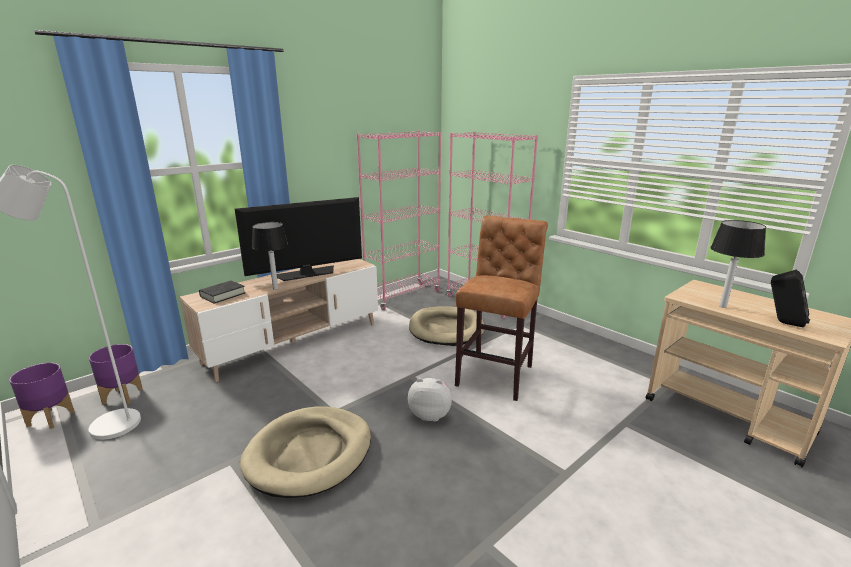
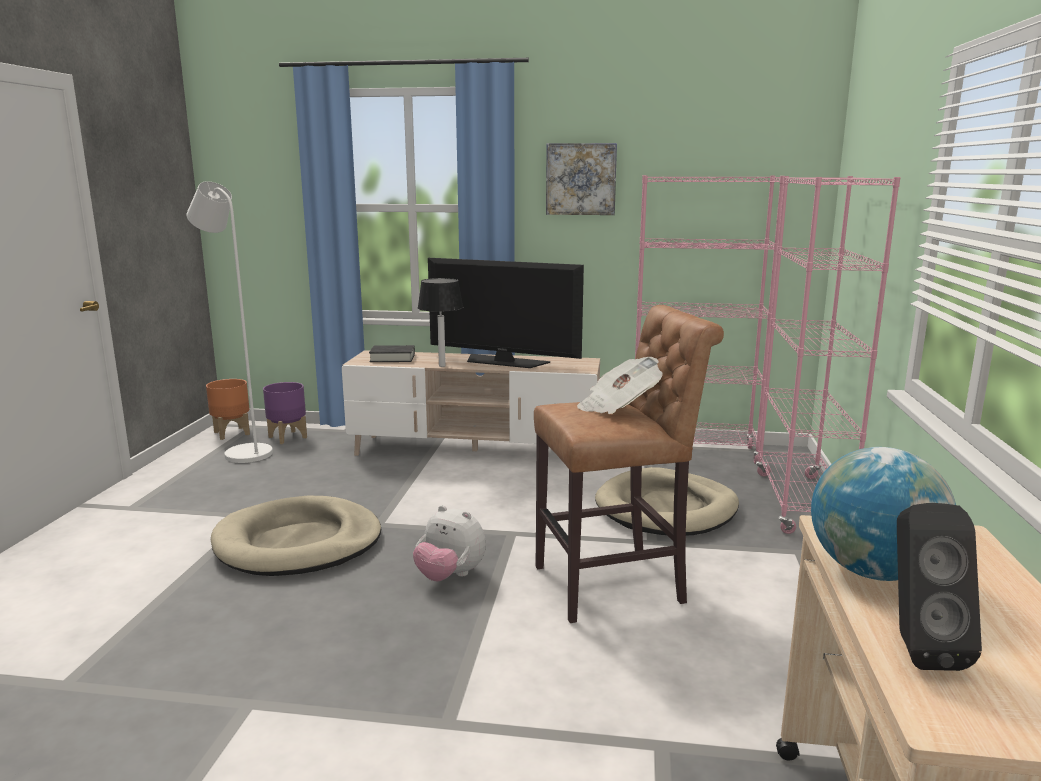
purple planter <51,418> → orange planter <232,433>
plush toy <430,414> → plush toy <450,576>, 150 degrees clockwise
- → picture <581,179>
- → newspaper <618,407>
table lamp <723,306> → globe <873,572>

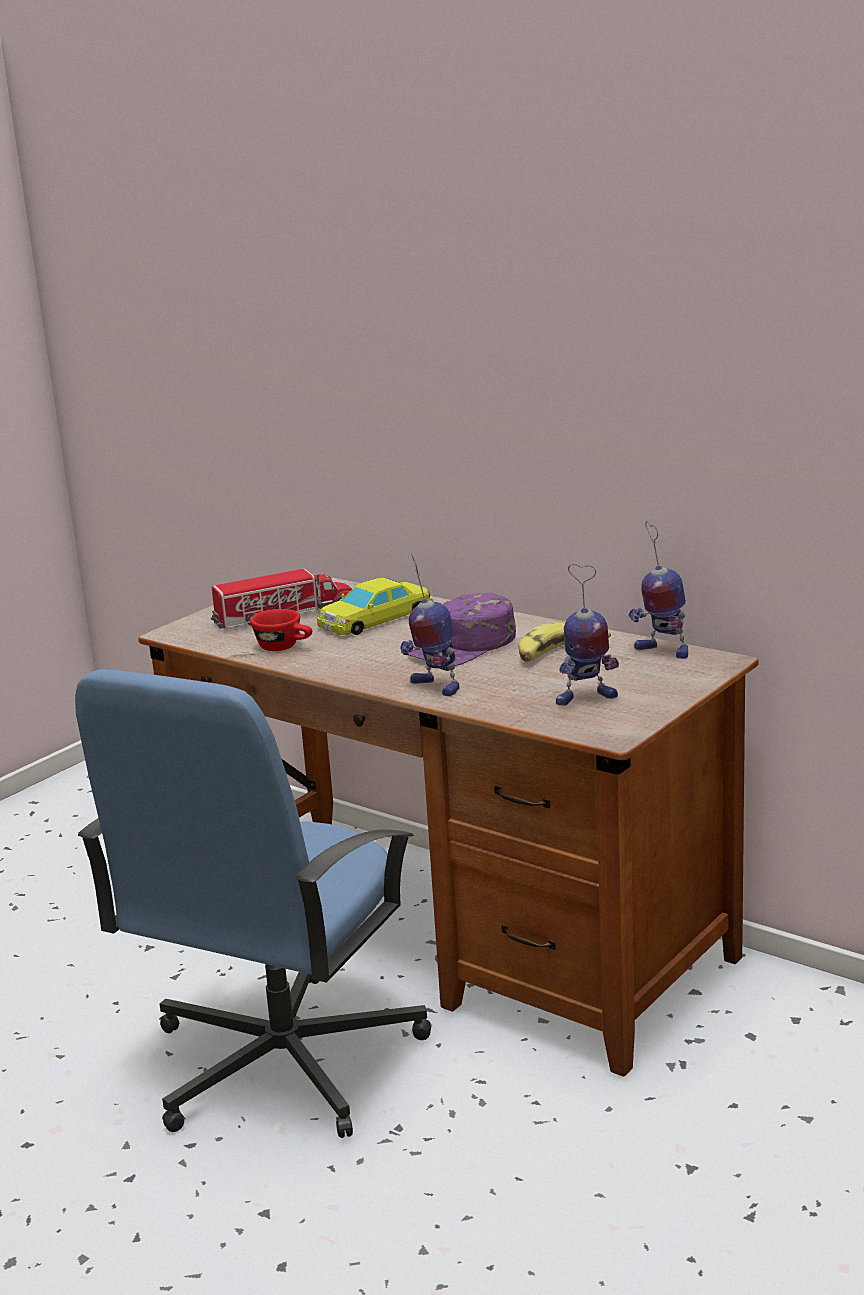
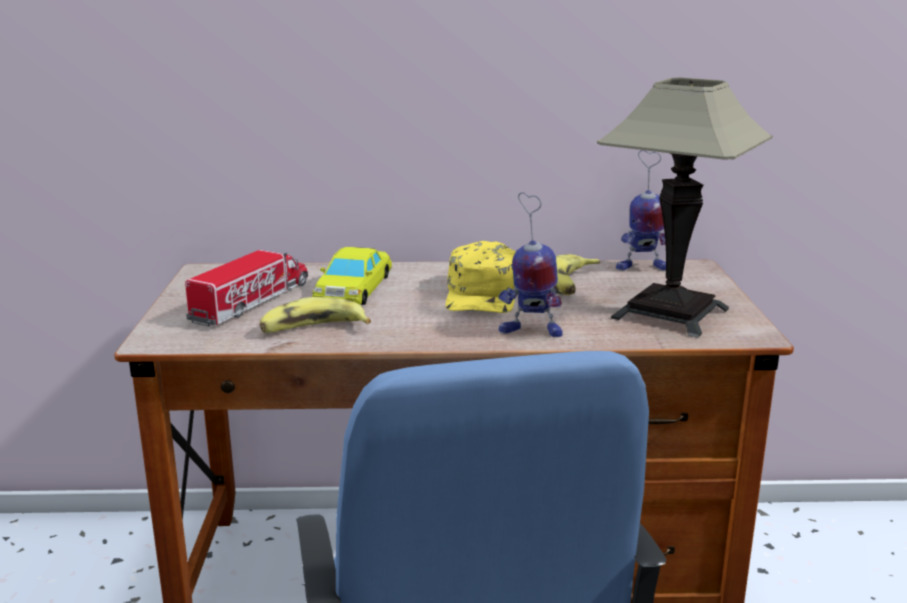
red cup <285,647> → banana <313,329>
purple cap <464,646> → yellow cap <483,294>
toy robot <585,699> → table lamp <670,313>

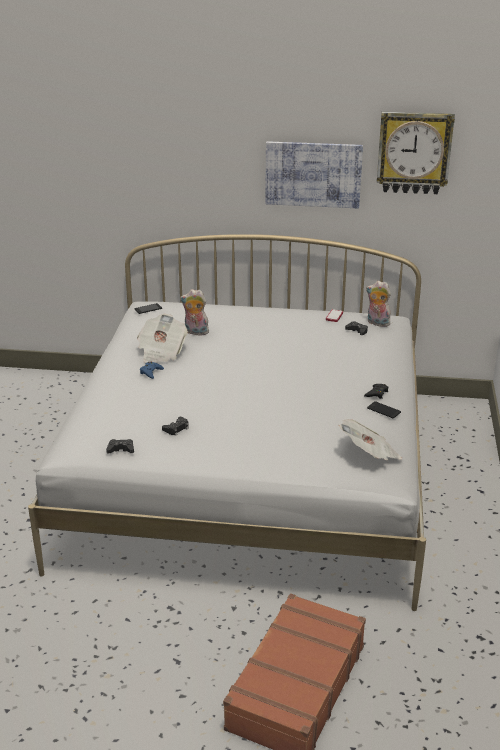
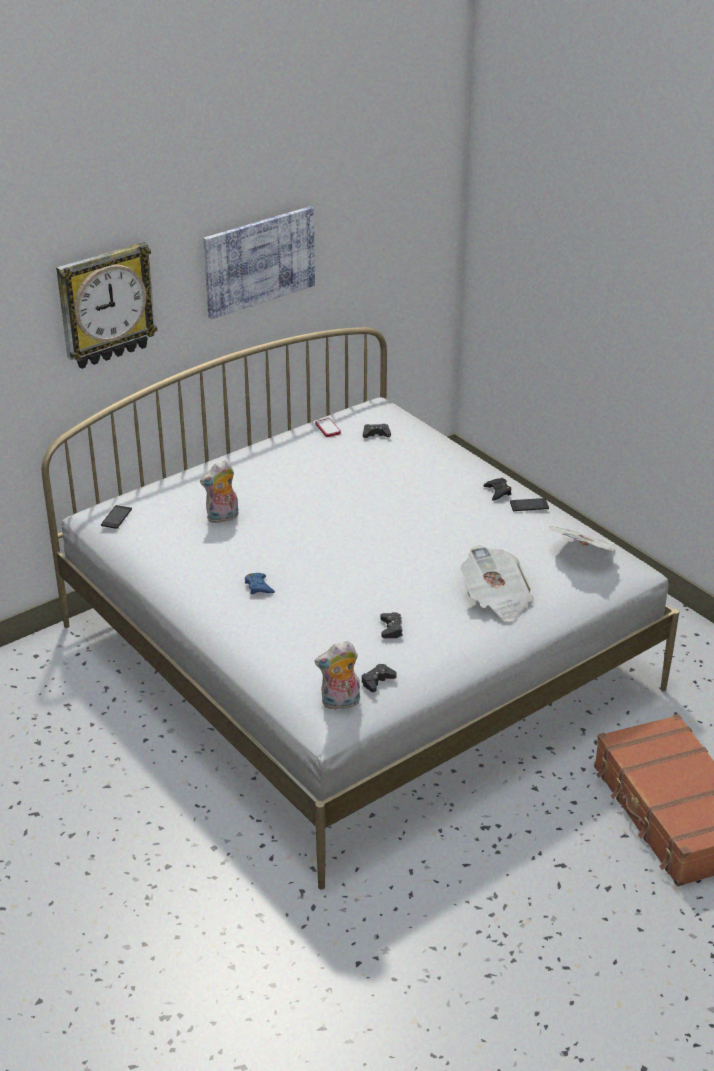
wall clock <414,152> → wall clock <105,305>, moved
plush toy <377,323> → plush toy <340,703>, moved
newspaper <161,352> → newspaper <496,599>, moved

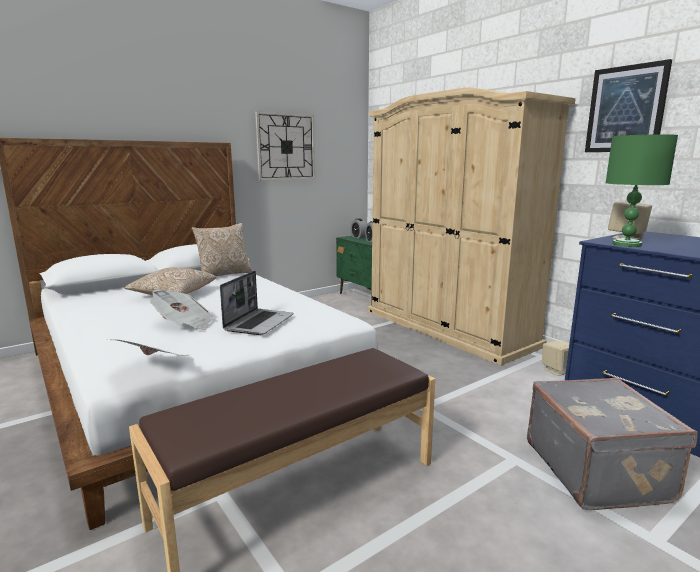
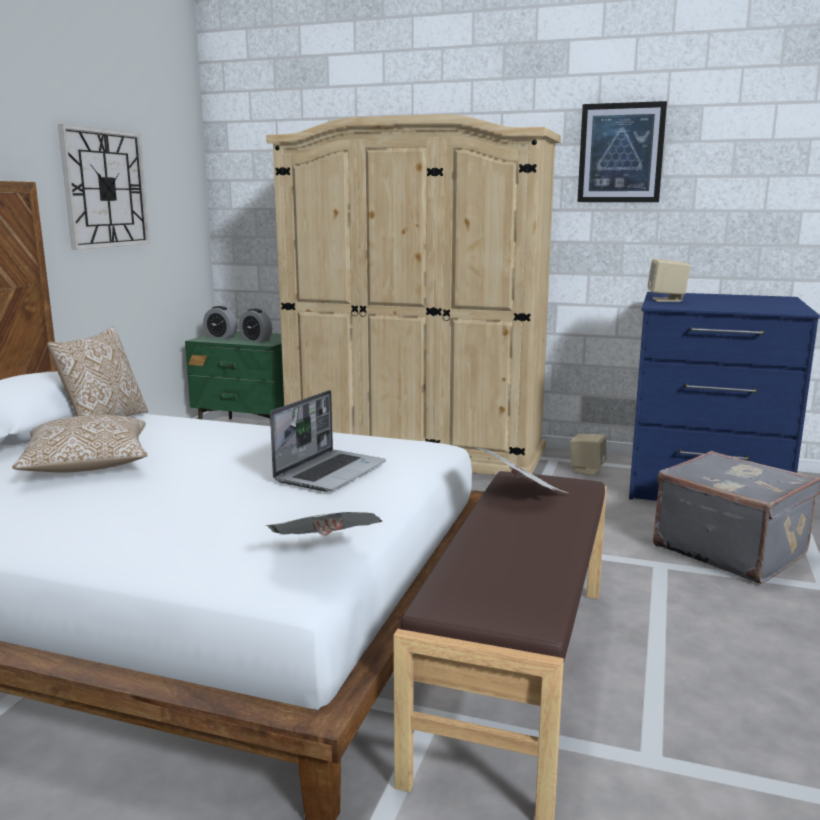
laptop <259,323> → laptop <330,472>, 45 degrees clockwise
newspaper <184,324> → newspaper <521,494>, moved
green table lamp <627,244> → -

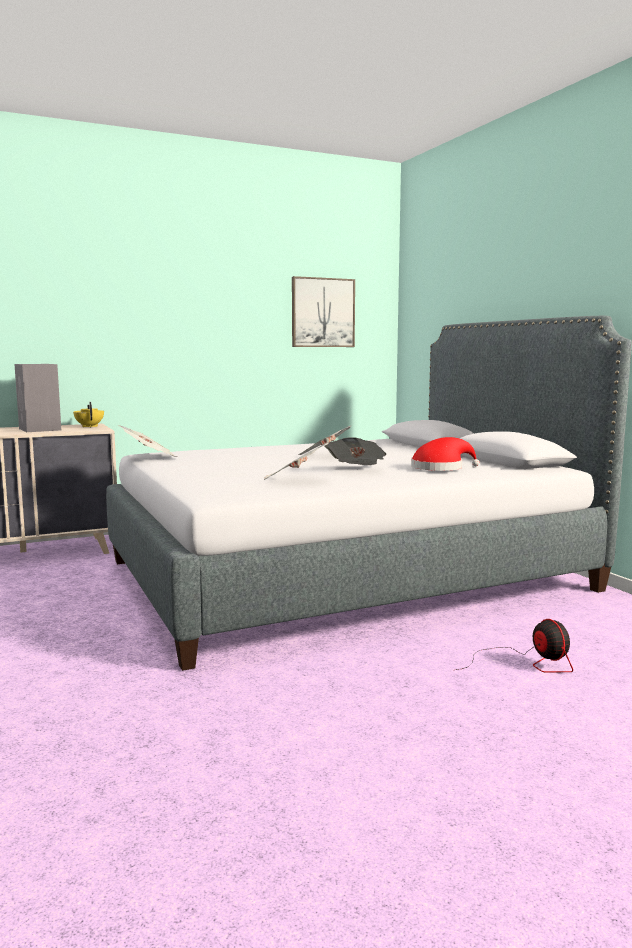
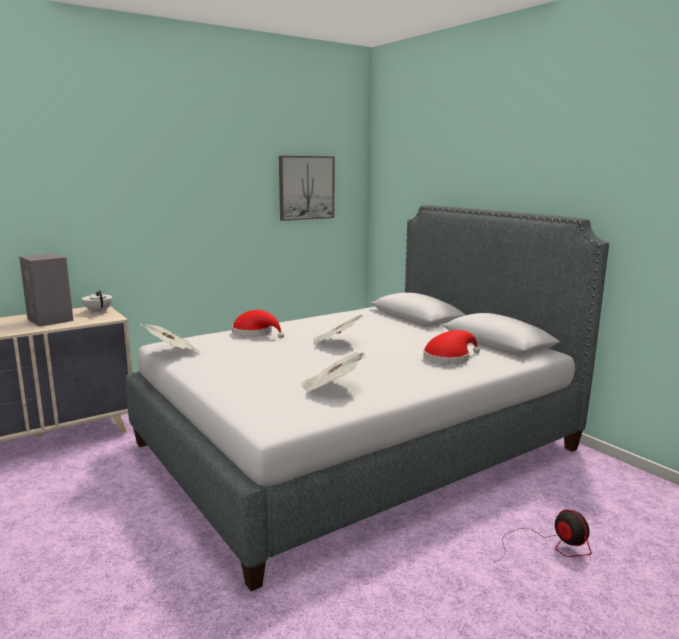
yellow teapot <89,426> → white teapot <98,312>
- → red hat <255,333>
newspaper <356,469> → -

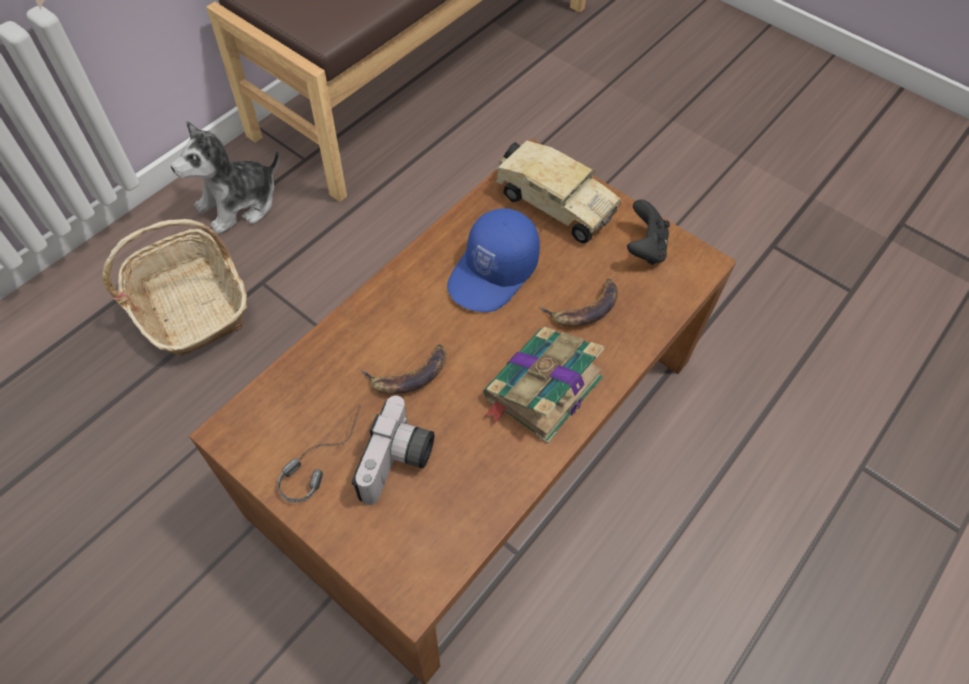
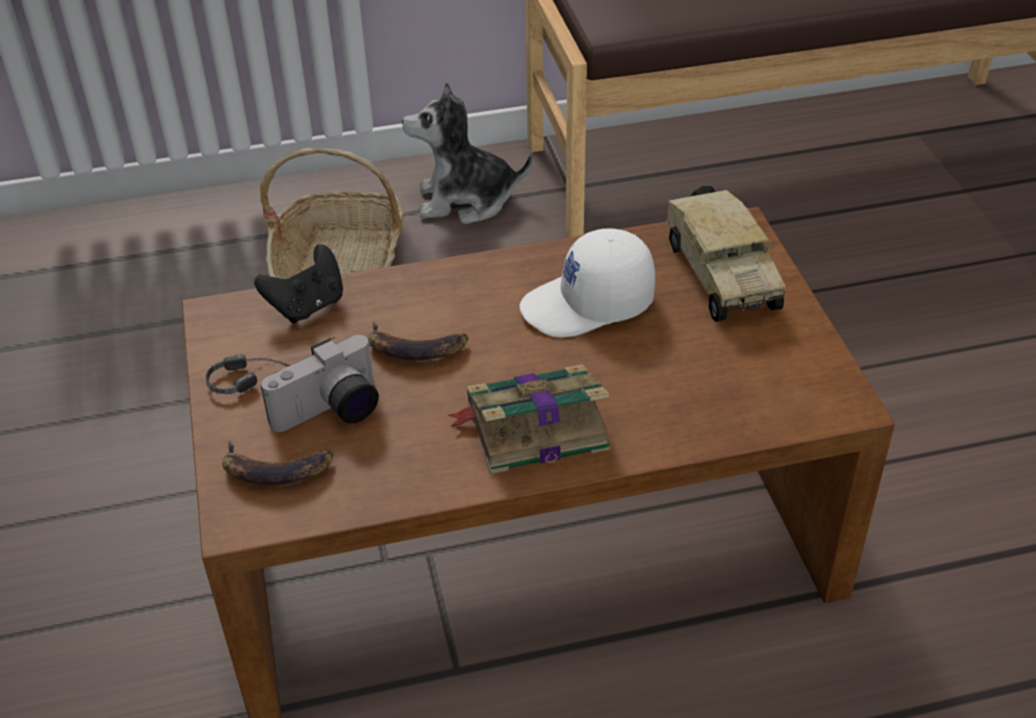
banana <584,307> → banana <276,469>, moved
black game controller <644,248> → black game controller <307,306>, moved
blue cap <494,273> → white cap <588,305>

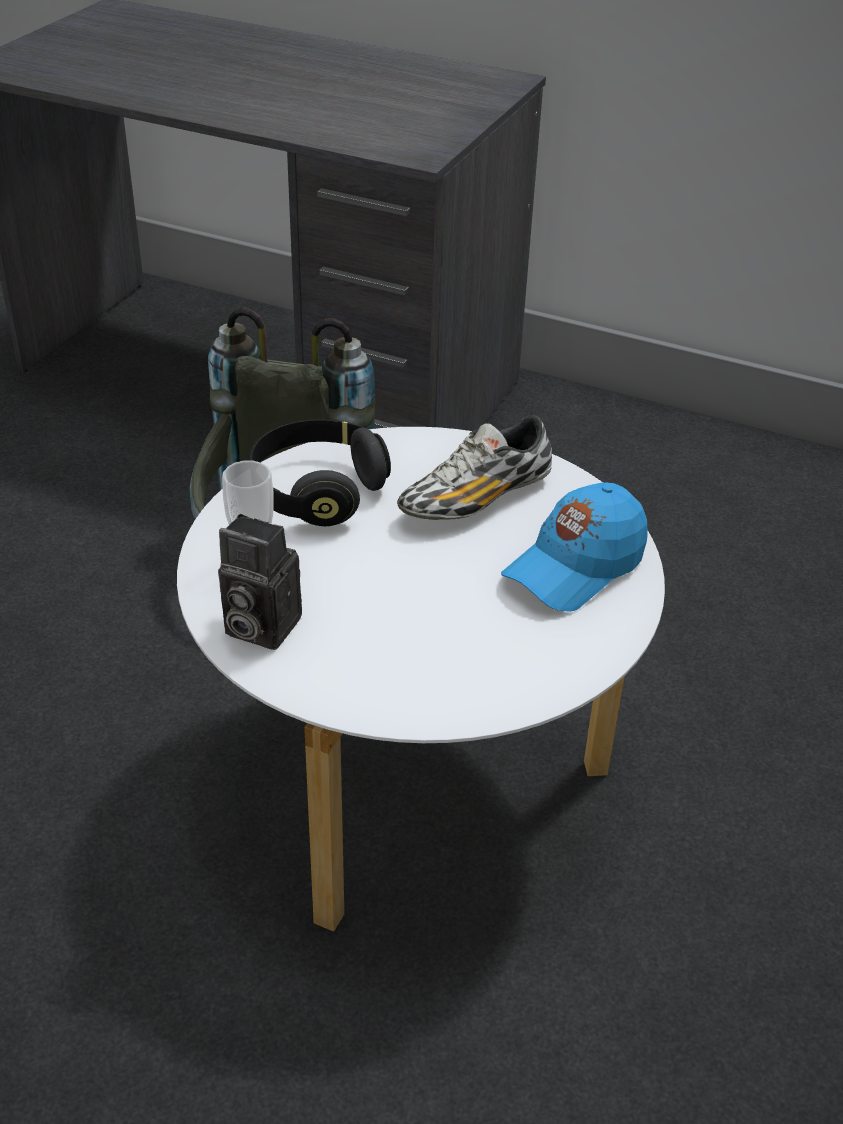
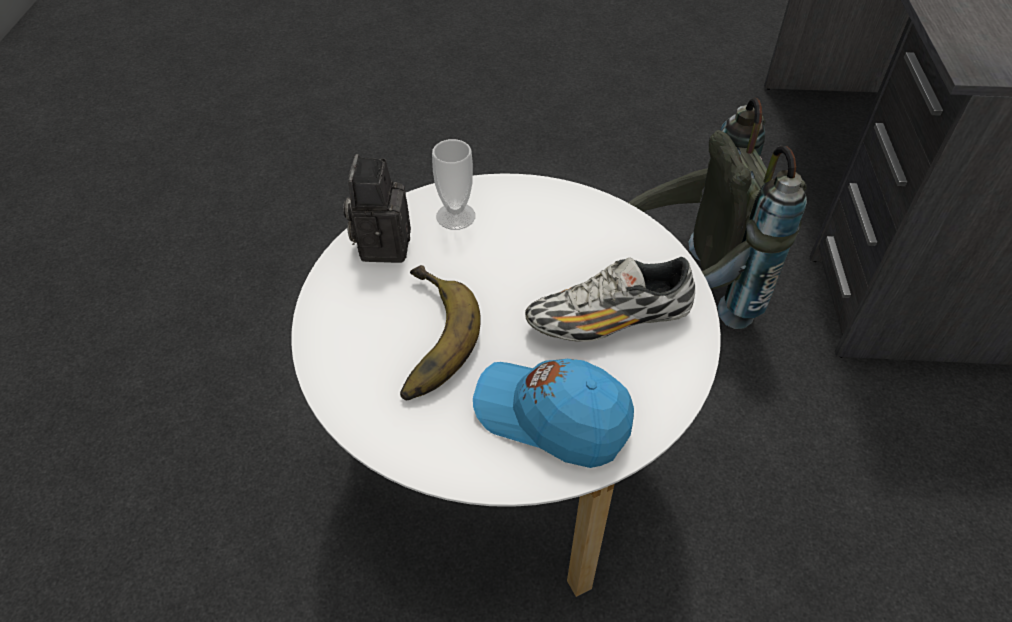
- → banana <421,339>
shoe <476,499> → shoe <609,321>, 45 degrees counterclockwise
black headphones <317,492> → -

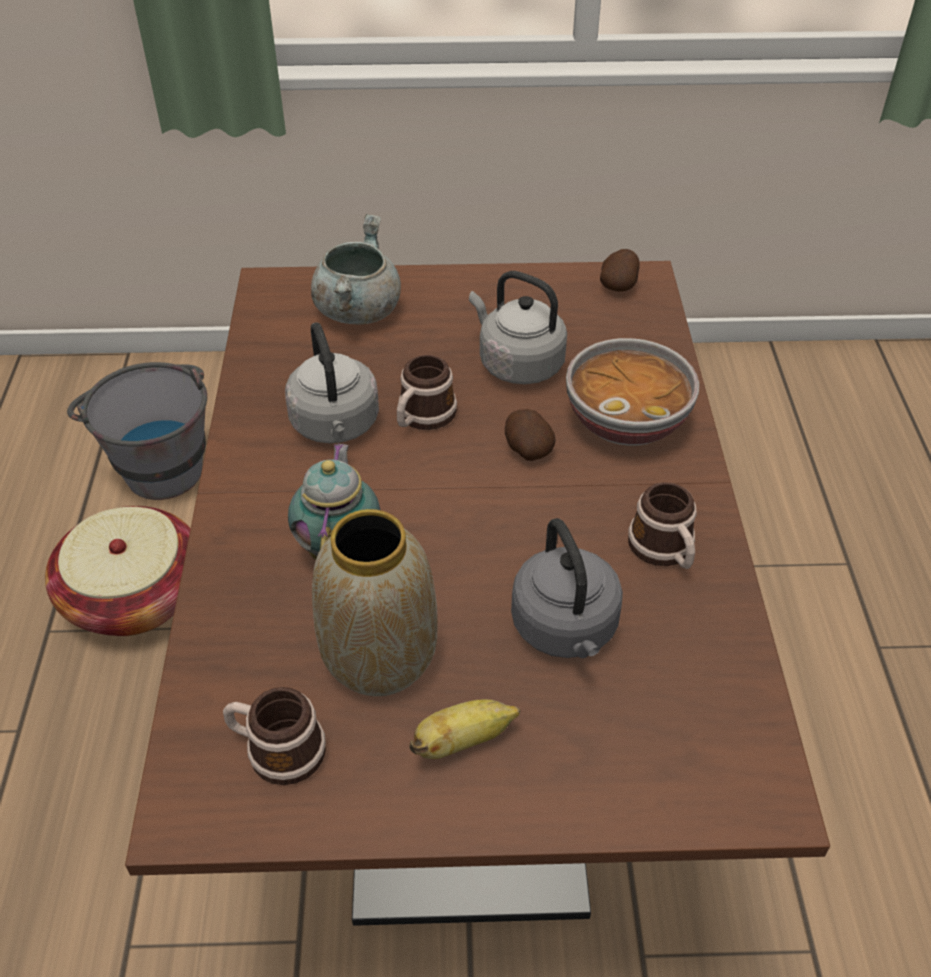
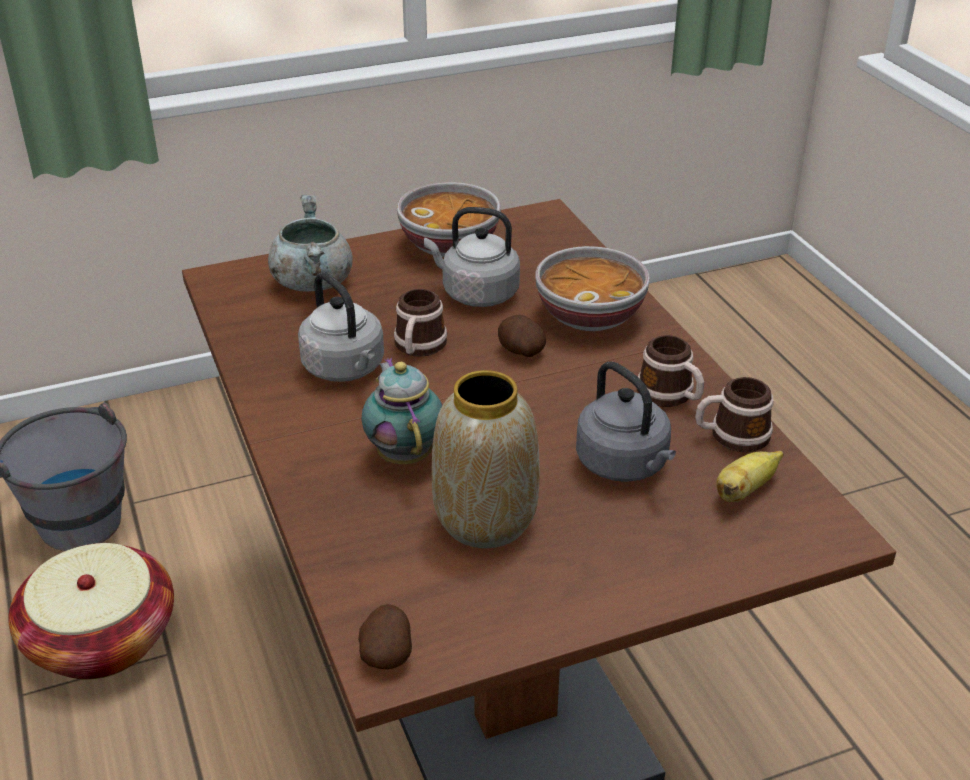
potato <619,284> → potato <387,653>, moved
- → bowl <450,245>
mug <276,749> → mug <731,436>, moved
banana <463,741> → banana <744,490>, moved

